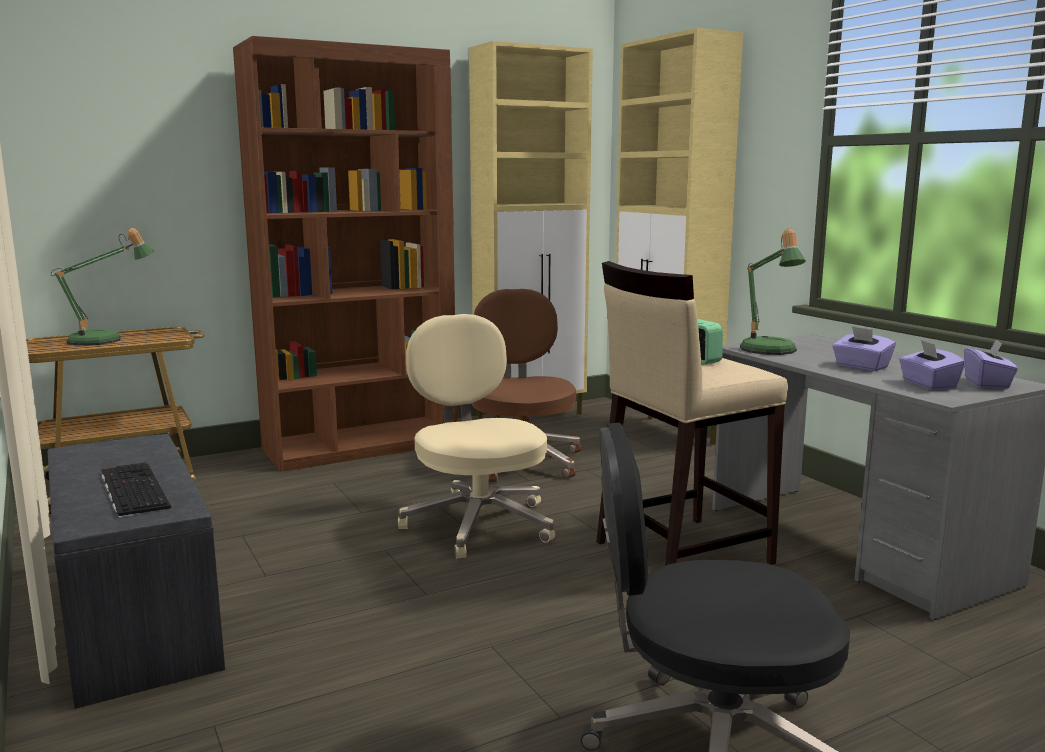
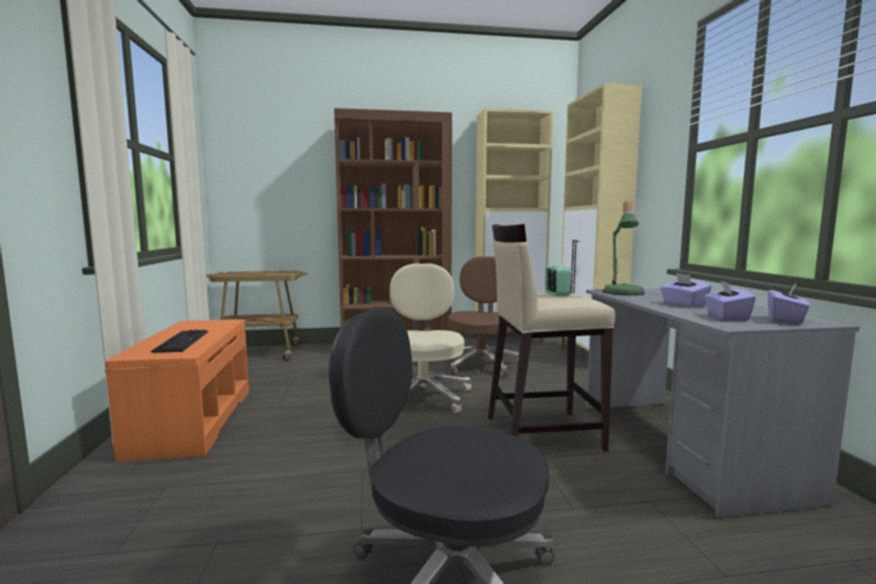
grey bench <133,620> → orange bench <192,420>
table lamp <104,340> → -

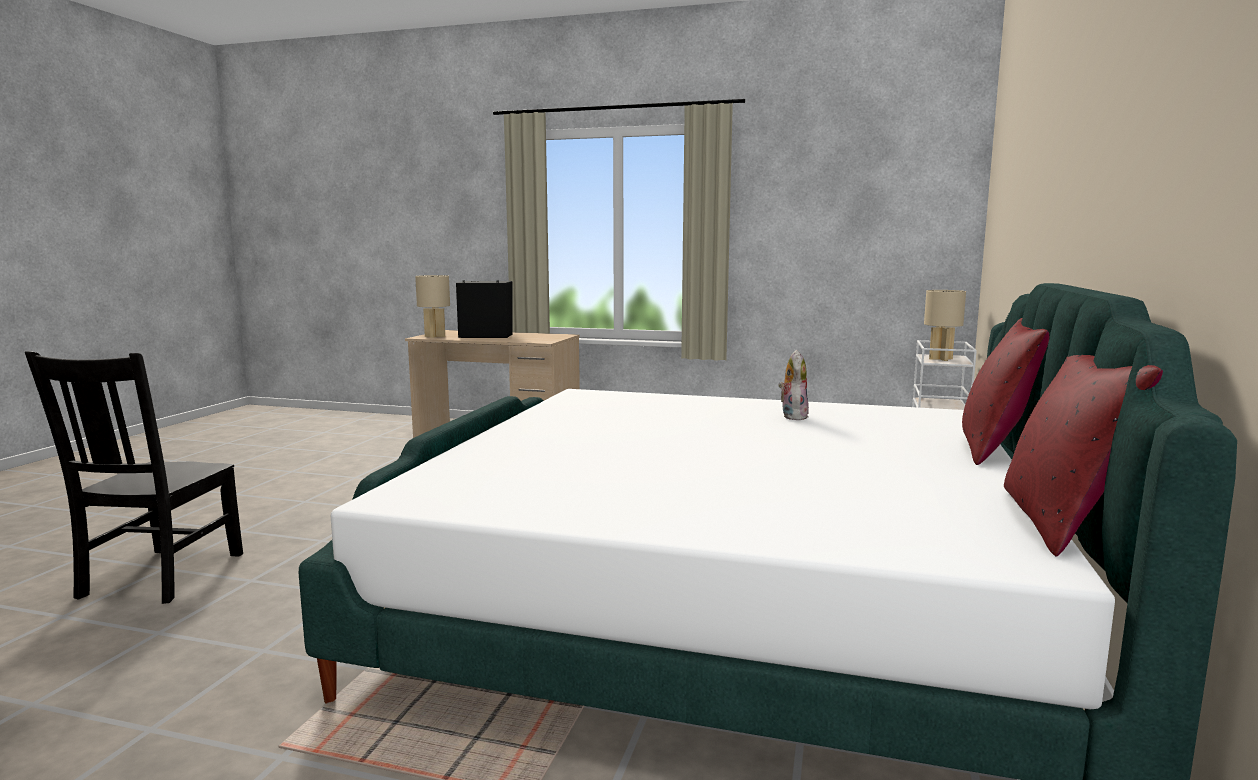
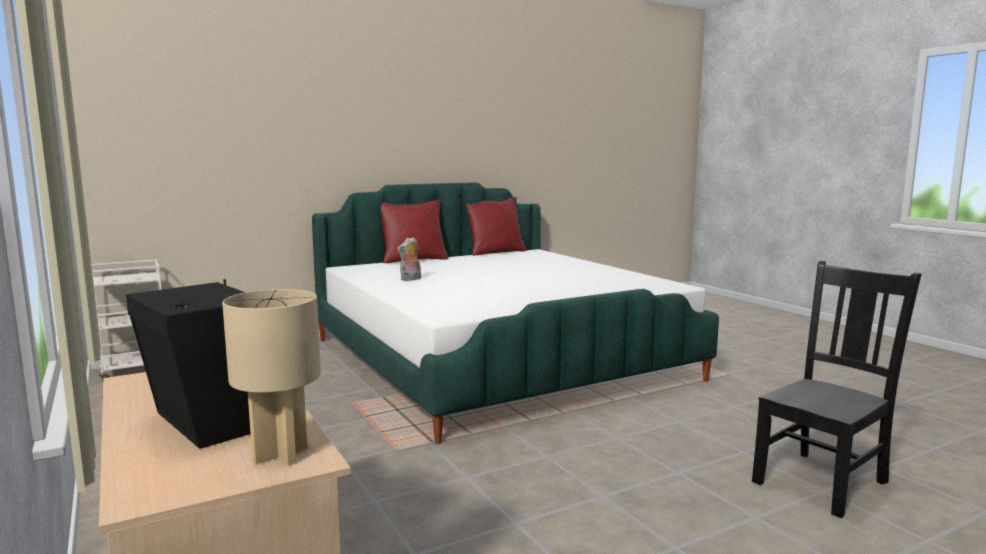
beige table lamp <941,359> → -

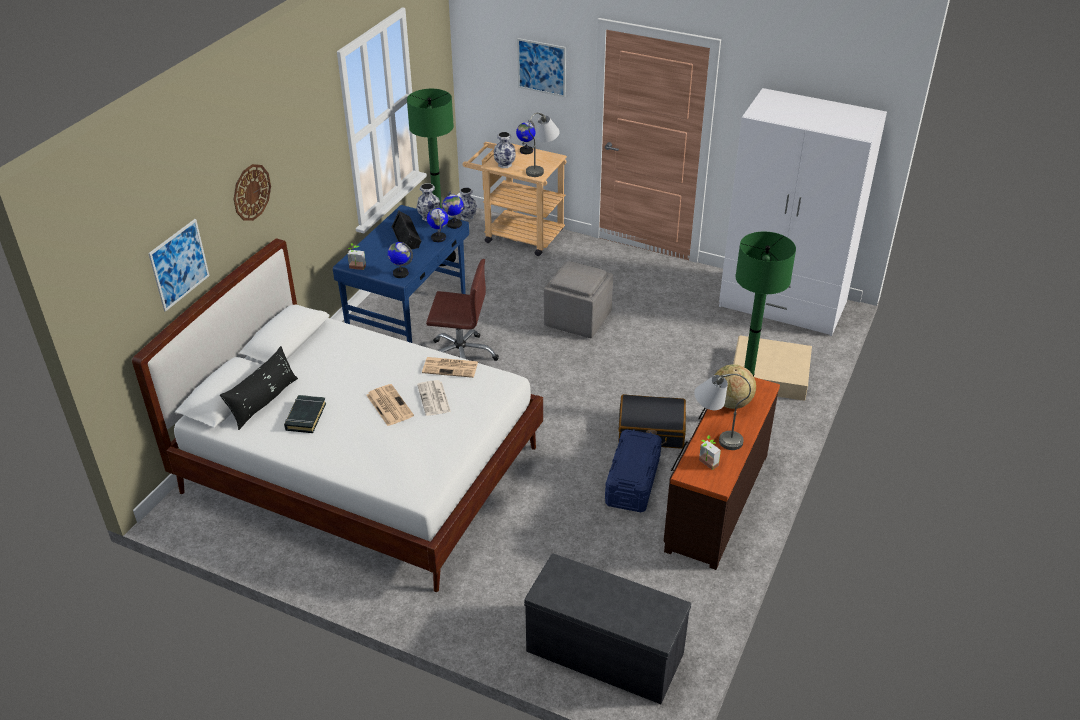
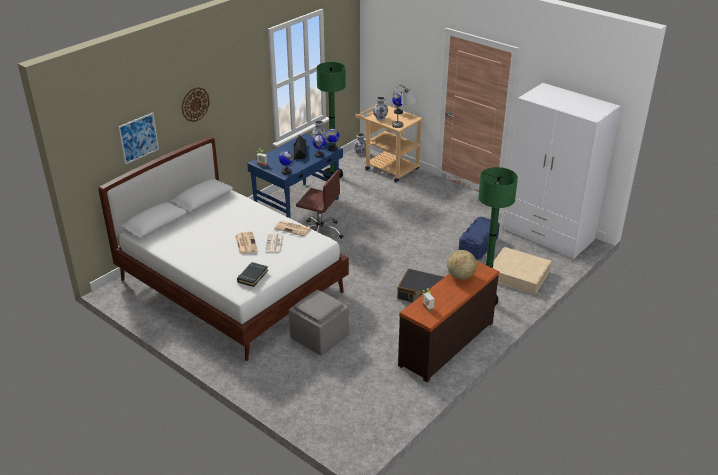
black book <305,417> → black book <252,276>, moved
grey ottoman <577,319> → grey ottoman <319,337>, moved
blue storage box <632,482> → blue storage box <478,246>, moved
black pillow <264,402> → -
picture <541,67> → -
grey bench <603,653> → -
grey table lamp <715,435> → -

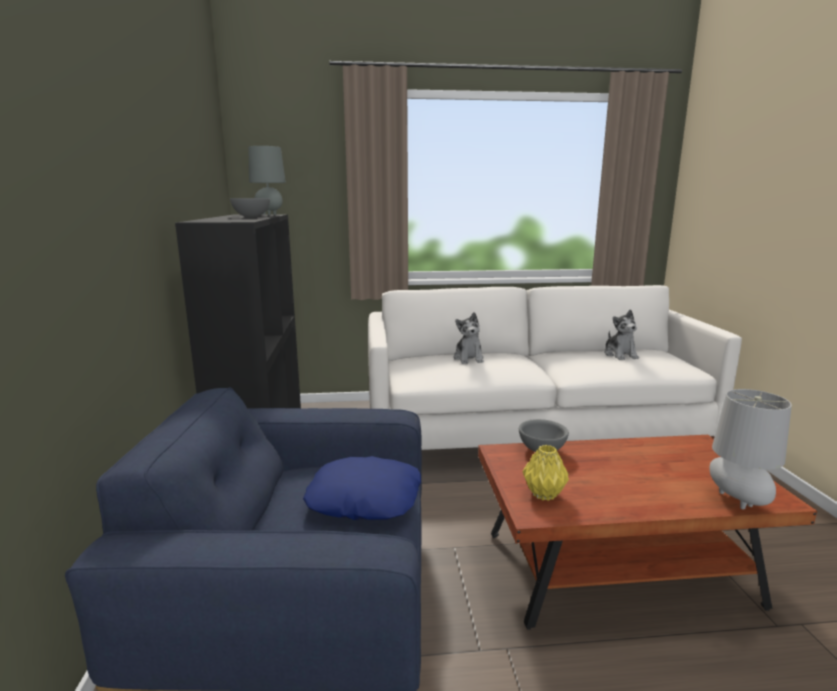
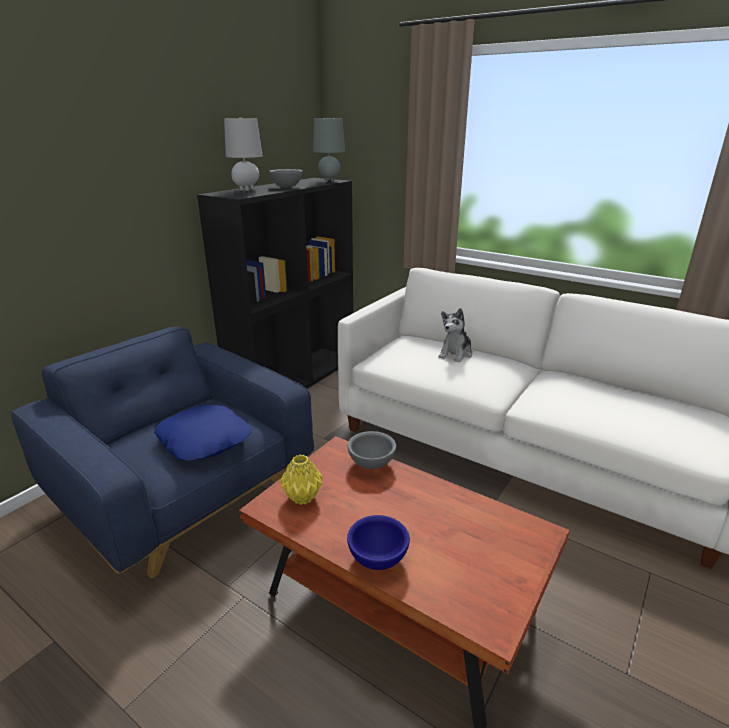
grey table lamp <738,502> → grey table lamp <247,189>, moved
- → blue bowl <378,558>
plush toy <620,355> → -

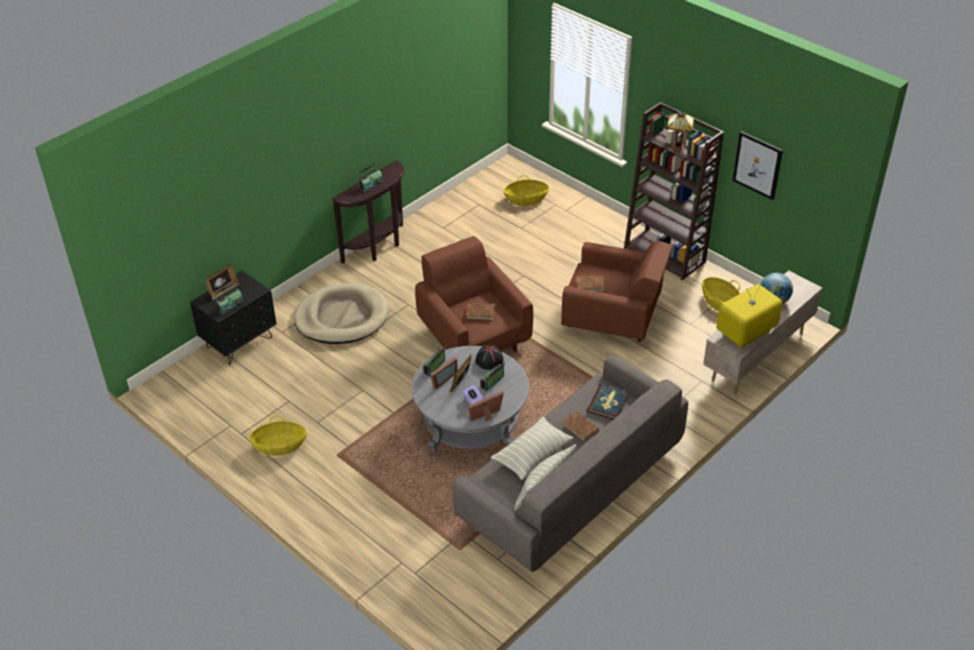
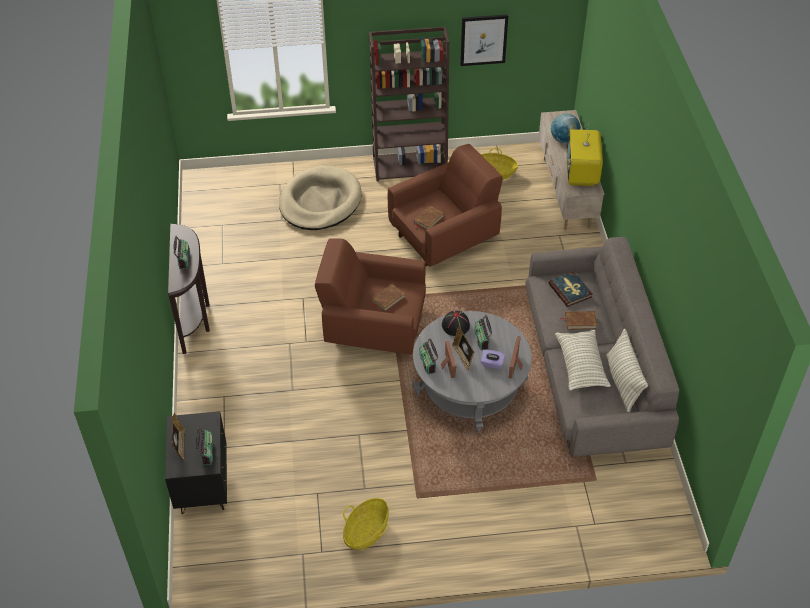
beige dog bed <342,317> → beige dog bed <320,202>, moved
basket <526,200> → -
table lamp <677,147> → -

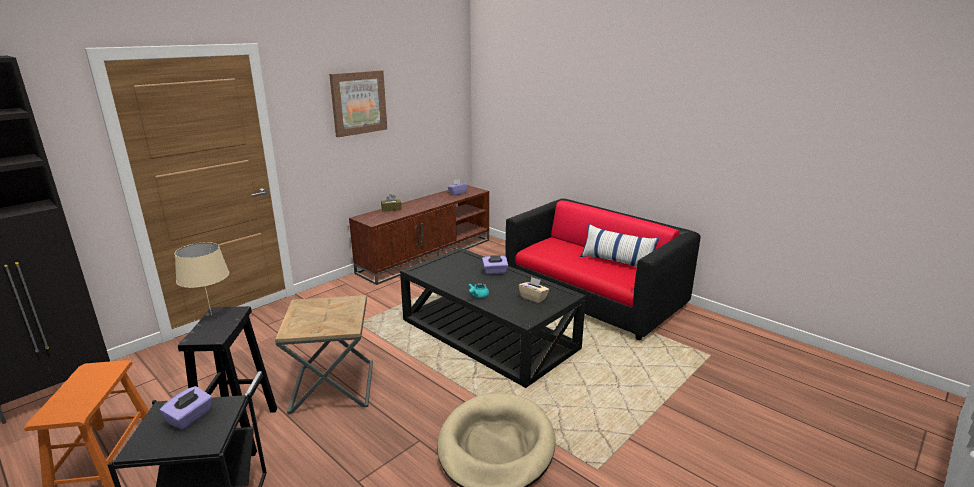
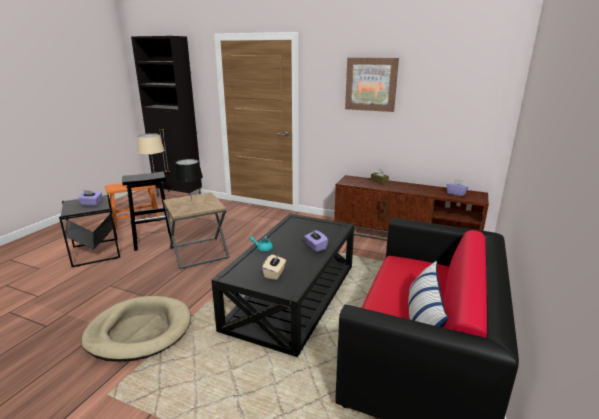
- → black table lamp <191,200>

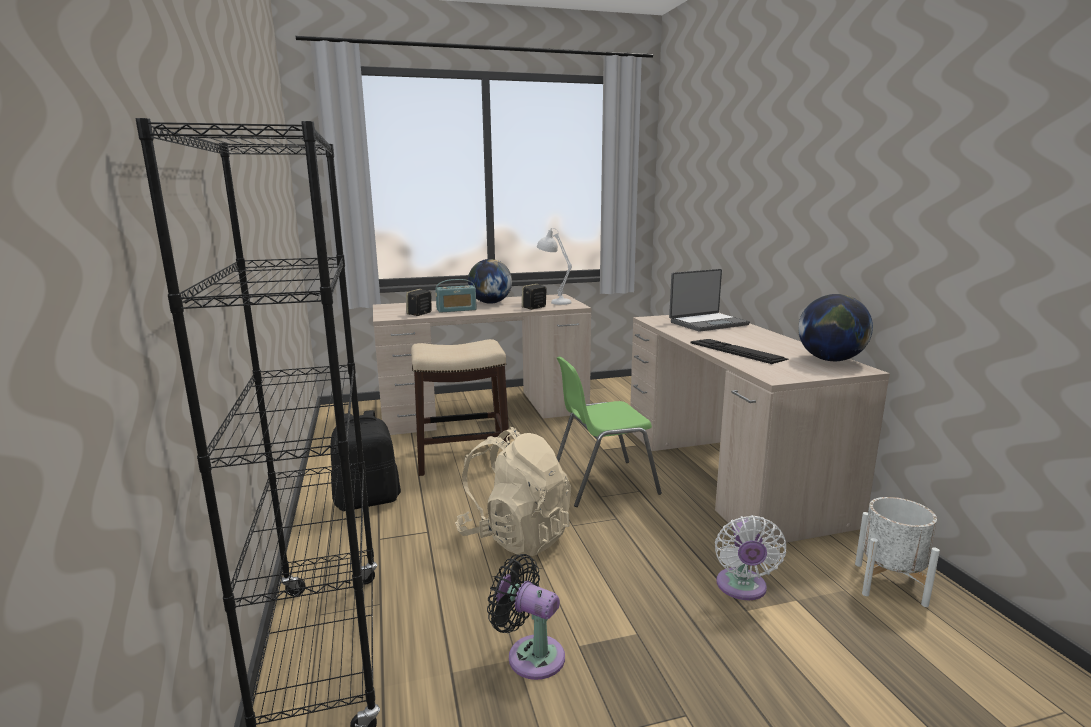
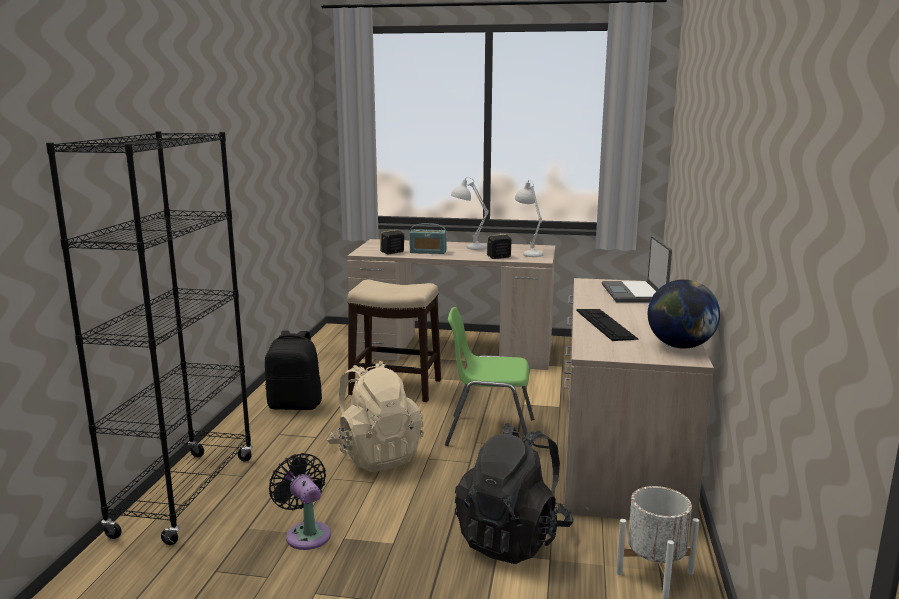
globe <490,303> → white table lamp <468,248>
white fan <742,588> → black backpack <513,538>
laptop <707,323> → laptop <634,293>, 90 degrees clockwise

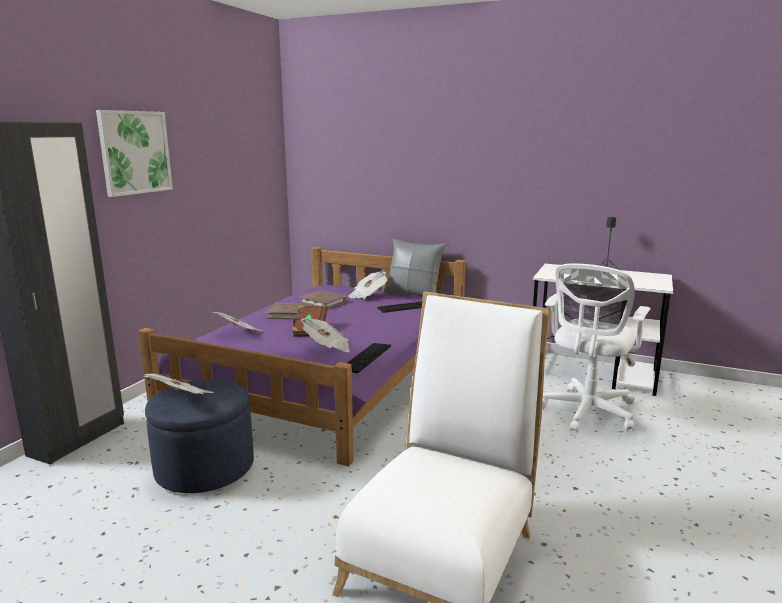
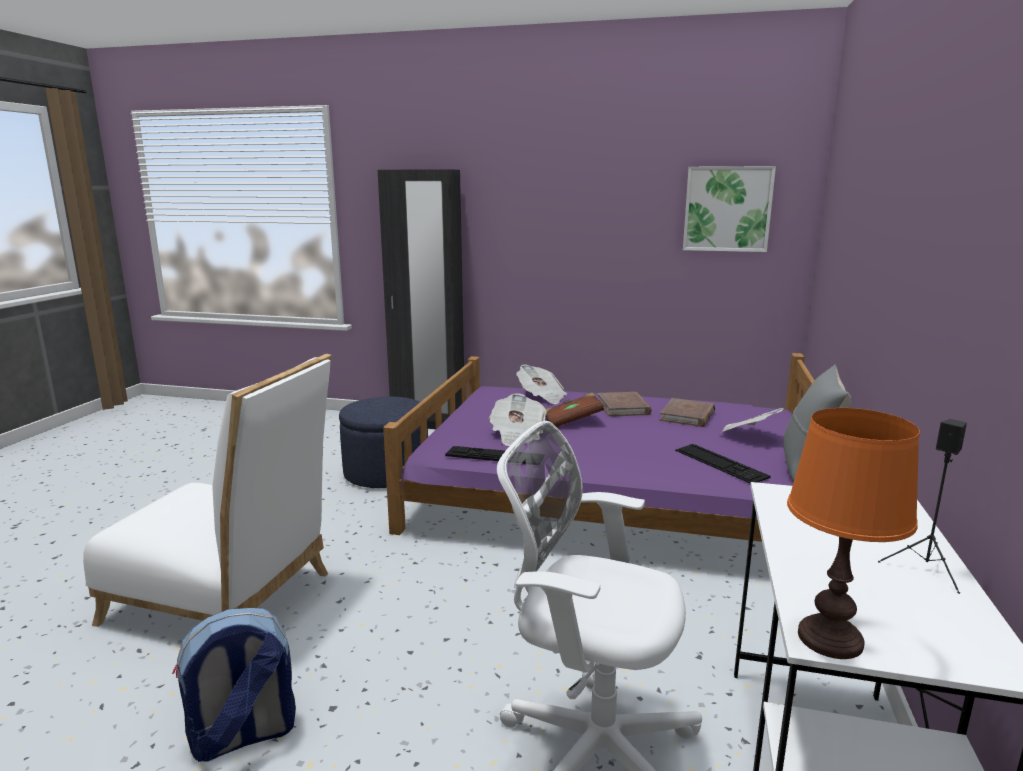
- → backpack <243,736>
picture <135,152> → picture <727,209>, moved
- → orange table lamp <829,639>
newspaper <181,399> → -

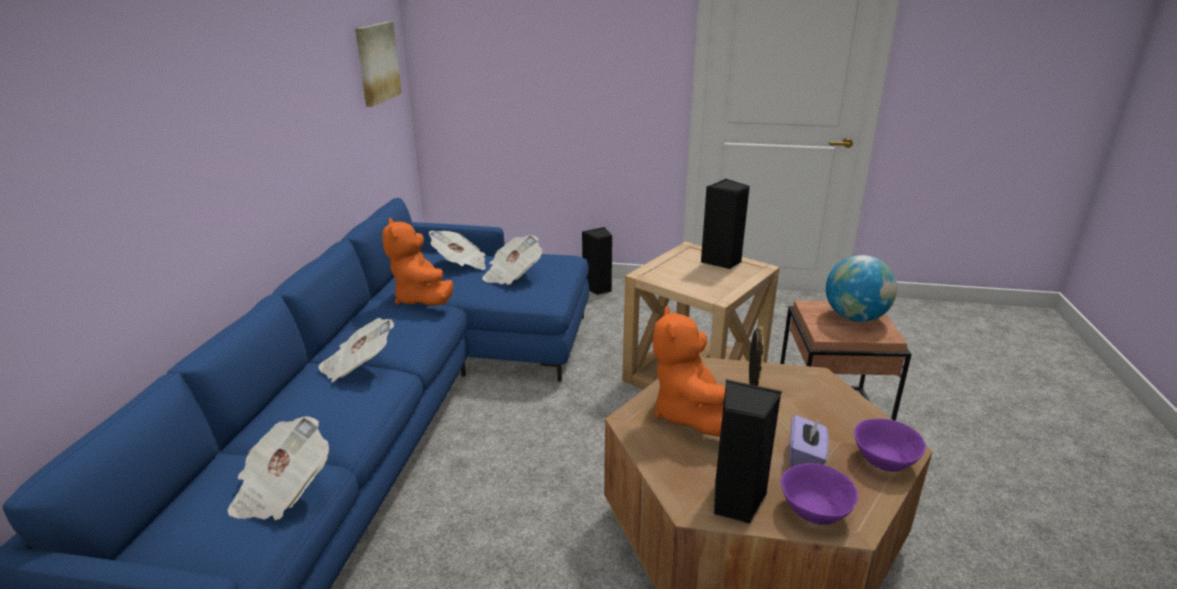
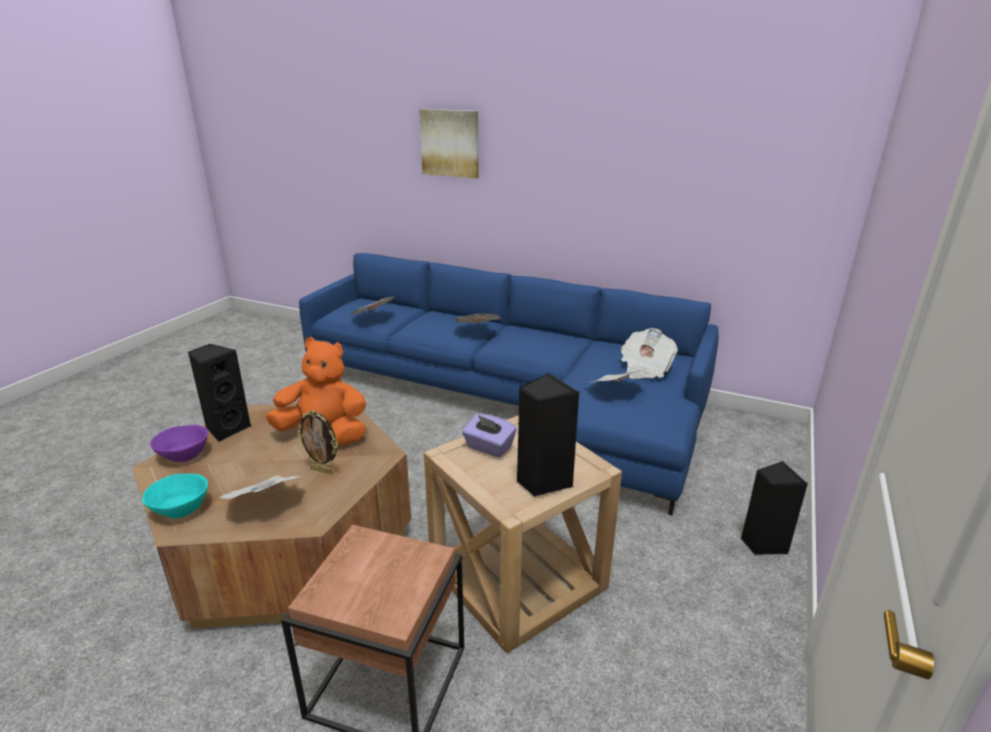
purple bowl <883,460> → turquoise bowl <181,509>
- → newspaper <266,502>
picture <376,63> → picture <450,143>, moved
purple tissue box <805,457> → purple tissue box <488,447>, moved
orange plush toy <422,299> → -
globe <855,318> → -

